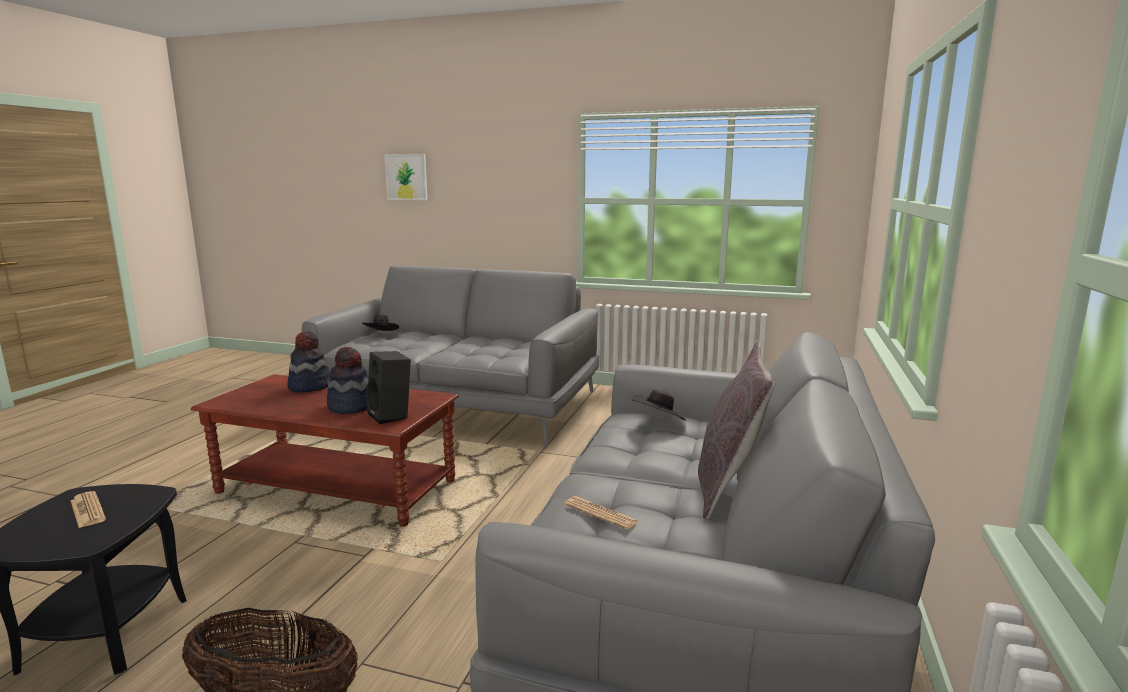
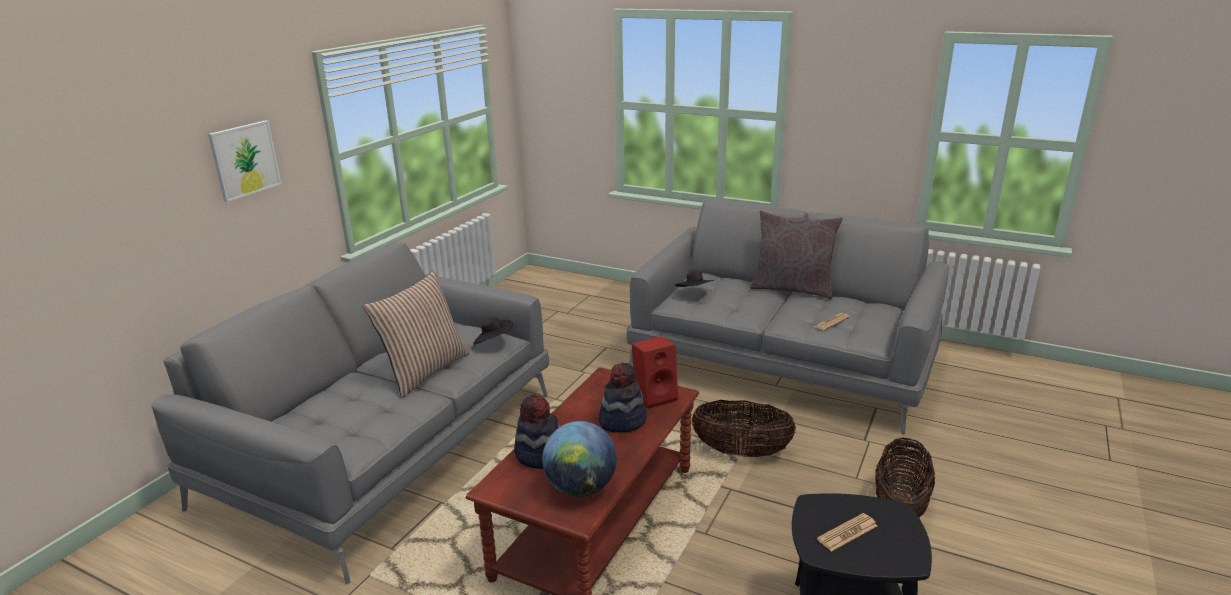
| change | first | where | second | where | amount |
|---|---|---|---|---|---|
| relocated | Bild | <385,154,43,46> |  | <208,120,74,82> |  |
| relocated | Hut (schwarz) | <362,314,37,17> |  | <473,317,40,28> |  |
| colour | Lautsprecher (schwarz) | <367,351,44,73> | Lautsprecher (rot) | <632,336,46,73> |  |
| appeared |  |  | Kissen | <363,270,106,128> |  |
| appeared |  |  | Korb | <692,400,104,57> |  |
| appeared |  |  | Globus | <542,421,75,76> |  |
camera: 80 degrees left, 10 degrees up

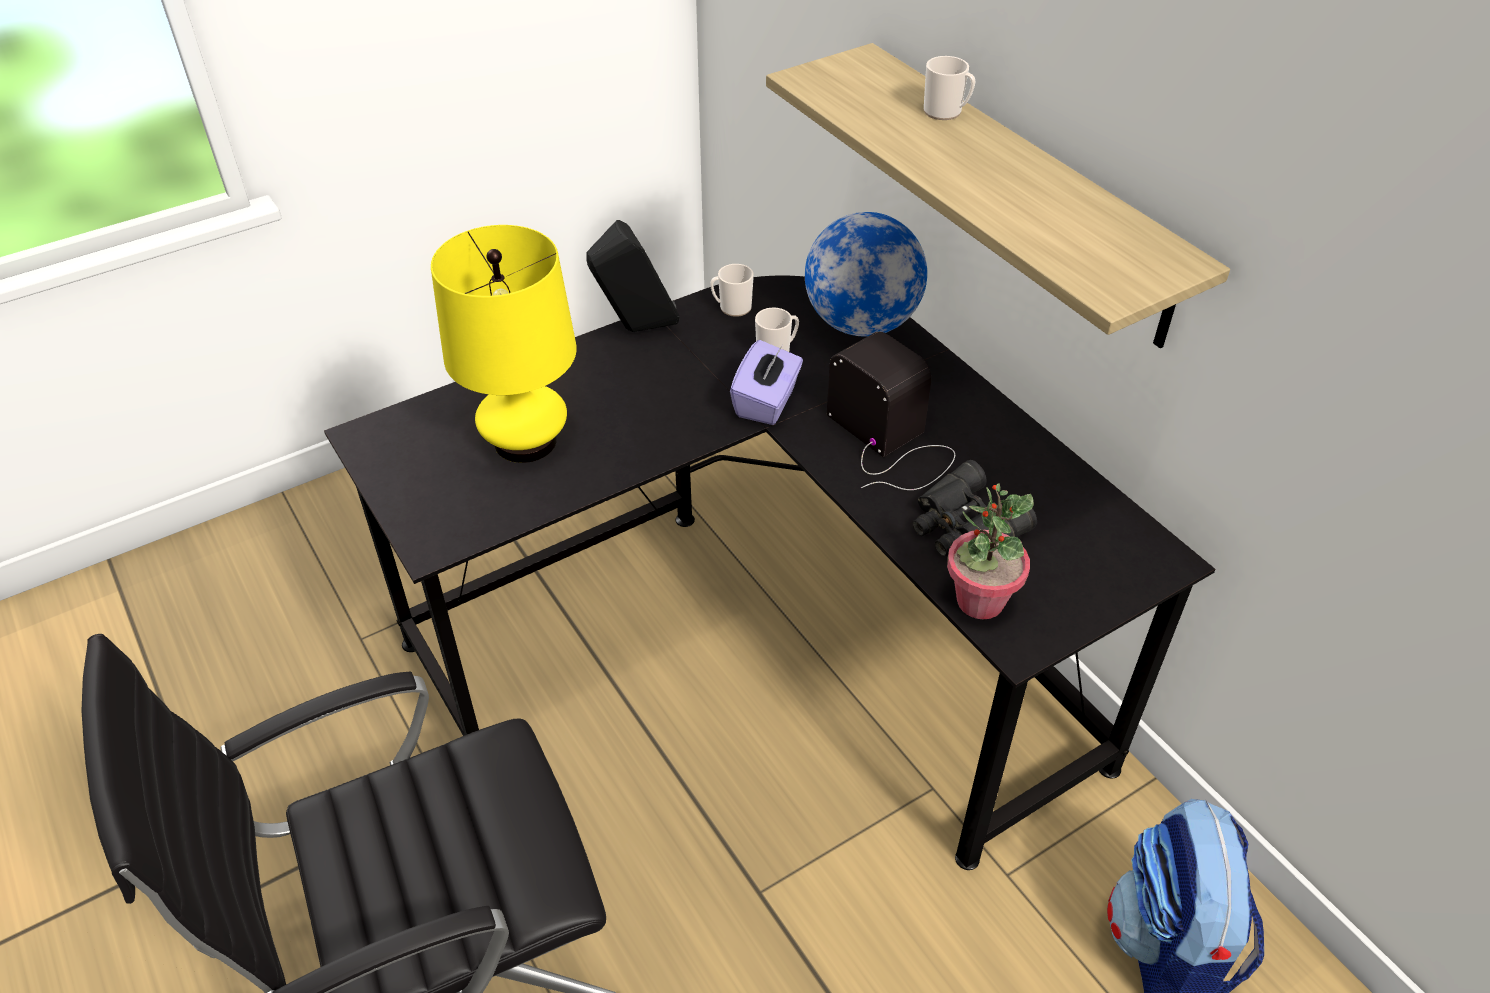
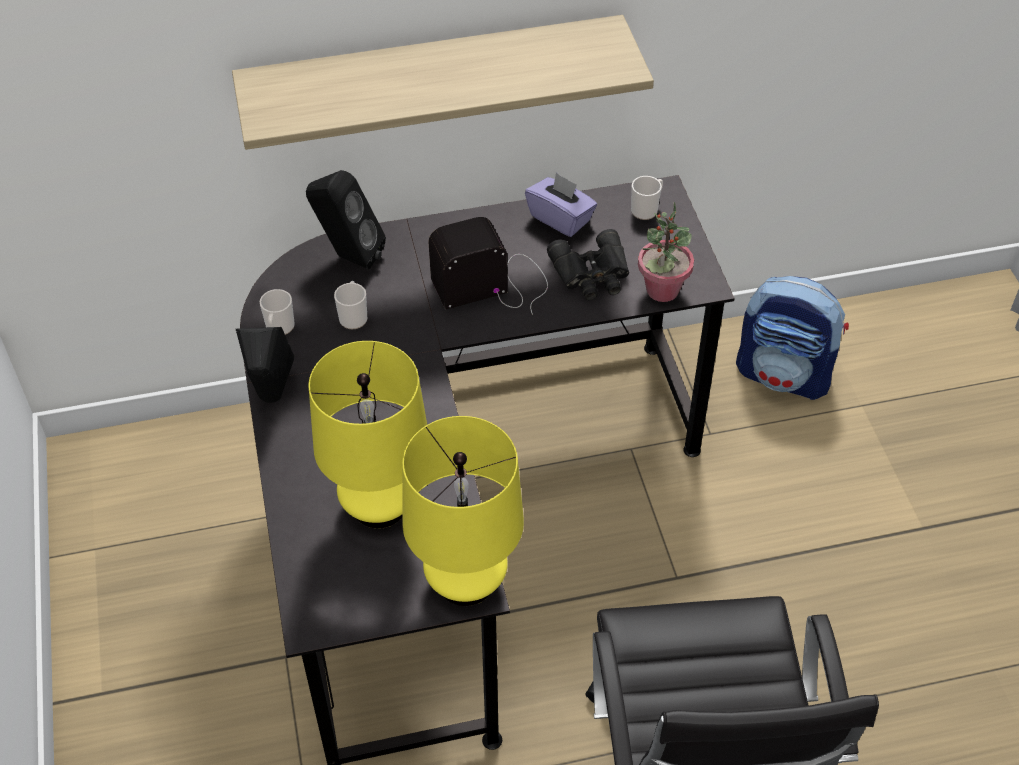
| change | first | where | second | where | amount |
|---|---|---|---|---|---|
| relocated | Henkelbecher | <924,56,51,64> |  | <631,176,32,44> |  |
| exchanged | Globus | <805,212,122,124> | Lautsprecher (schwarz) | <306,170,80,100> |  |
| relocated | Taschentuchbox (lila) | <730,340,73,85> |  | <525,172,72,65> |  |
| appeared |  |  | Tischlampe (gelb) | <402,416,122,190> |  |
camera: 70 degrees left, 5 degrees up

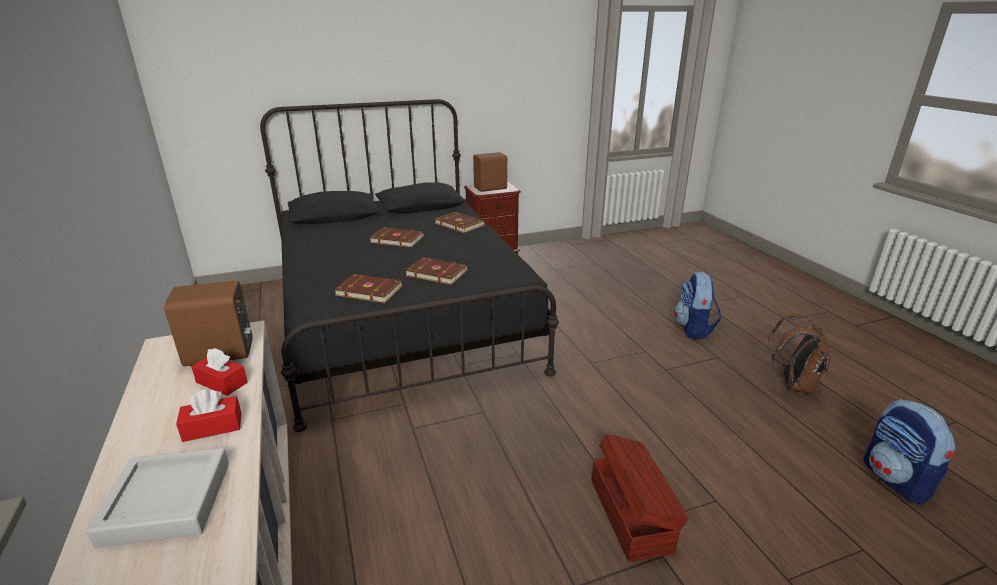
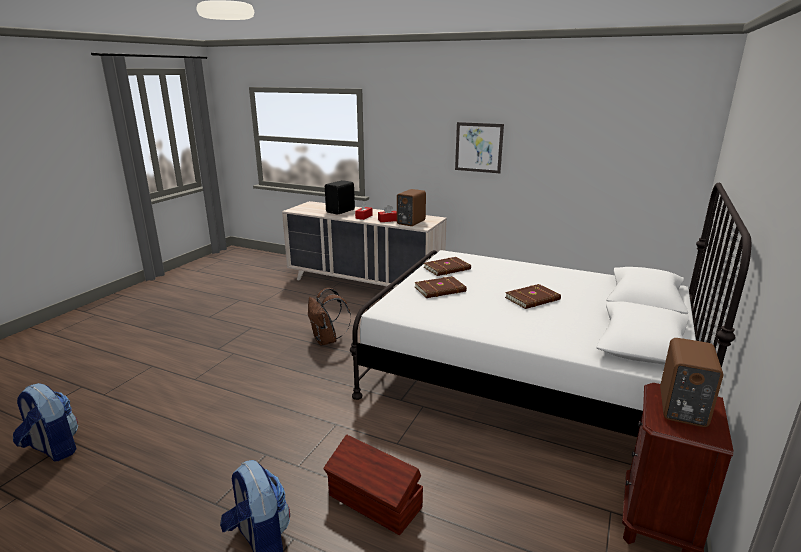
| change | first | where | second | where | amount |
|---|---|---|---|---|---|
| colour | Bett (schwarz) | <260,99,299,333> | Bett (weiß) | <350,183,401,254> |  |
| missing | Buch (braun) | <435,212,50,21> |  |  |  |
| relocated | Rucksack (braun) | <768,313,62,81> |  | <308,288,43,58> |  |
| relocated | Aufbewahrungsbox (braun) | <592,434,97,128> |  | <323,434,100,101> |  |
| exchanged | Tablett (grau) | <86,448,143,100> | Lautsprecher (schwarz) | <325,180,30,35> |  |
| appeared |  |  | Bild | <455,122,49,51> |  |
camera: 135 degrees right, 5 degrees down

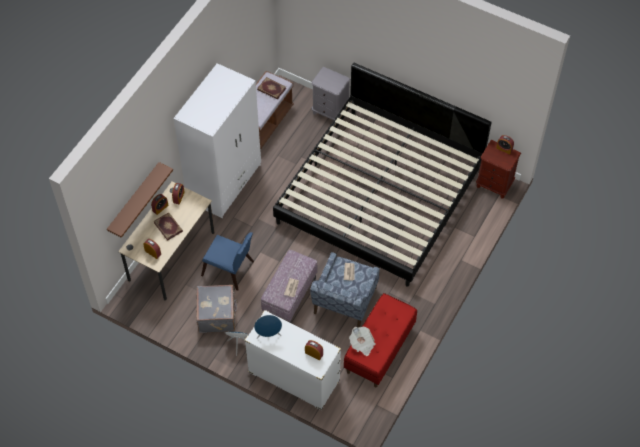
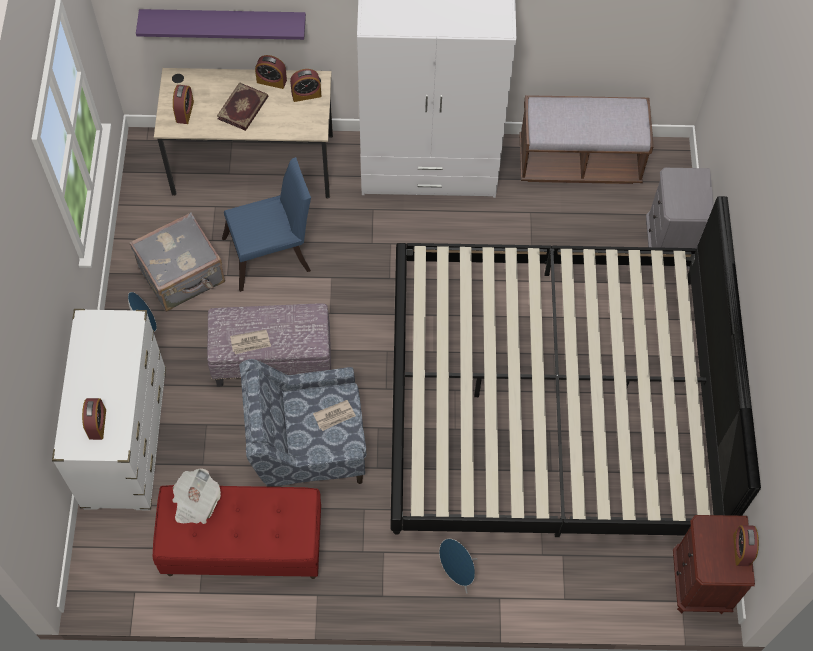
| change | first | where | second | where | amount |
|---|---|---|---|---|---|
| missing | Buch | <257,77,29,23> |  |  |  |
| colour | Wandregal (braun) | <107,162,66,76> | Wandregal (lila) | <136,9,170,31> |  |
| spun | Stuhl (blau) | <201,232,53,59> |  | <222,157,89,135> | 105 degrees counterclockwise |
| relocated | Lautsprecher (blau) | <254,315,28,24> |  | <439,539,38,55> |  |
camera: 60 degrees right, 5 degrees up

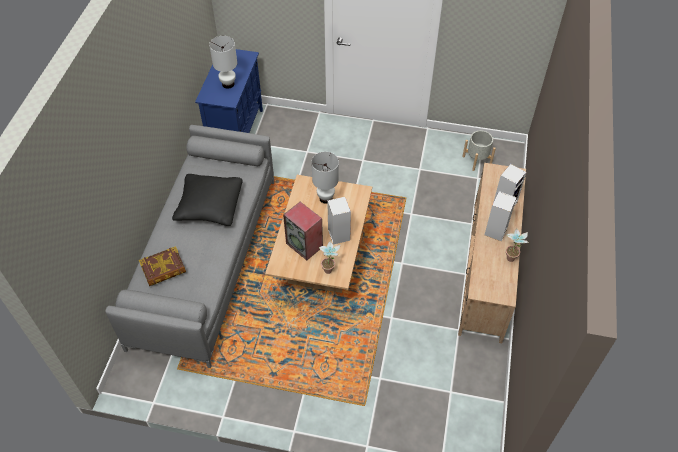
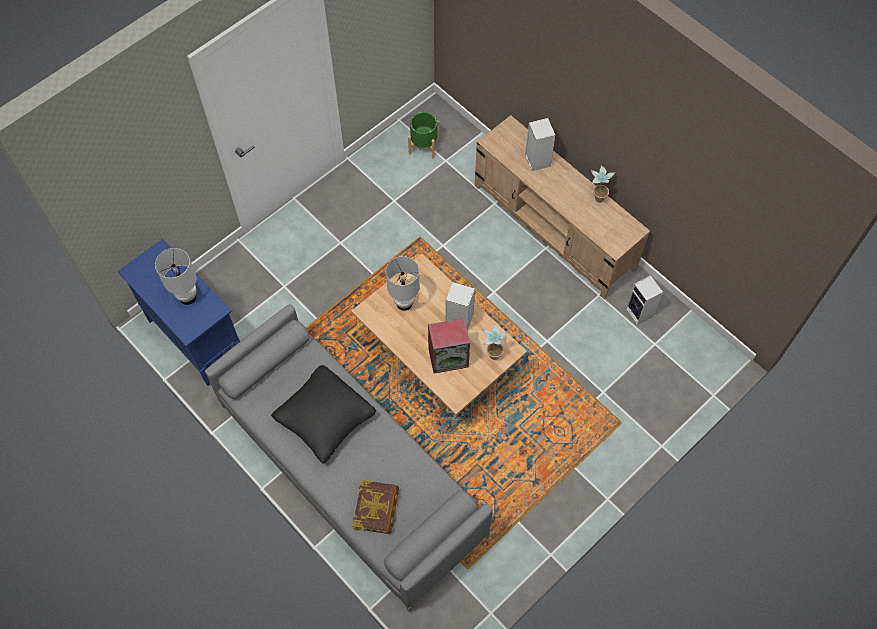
| change | first | where | second | where | amount |
|---|---|---|---|---|---|
| colour | Pflanzkübel (grau) | <462,130,34,41> | Pflanzkübel (grün) | <408,112,31,47> |  |
| relocated | Lautsprecher | <485,191,32,50> |  | <626,275,37,50> |  |
camera: 55 degrees left, 10 degrees up

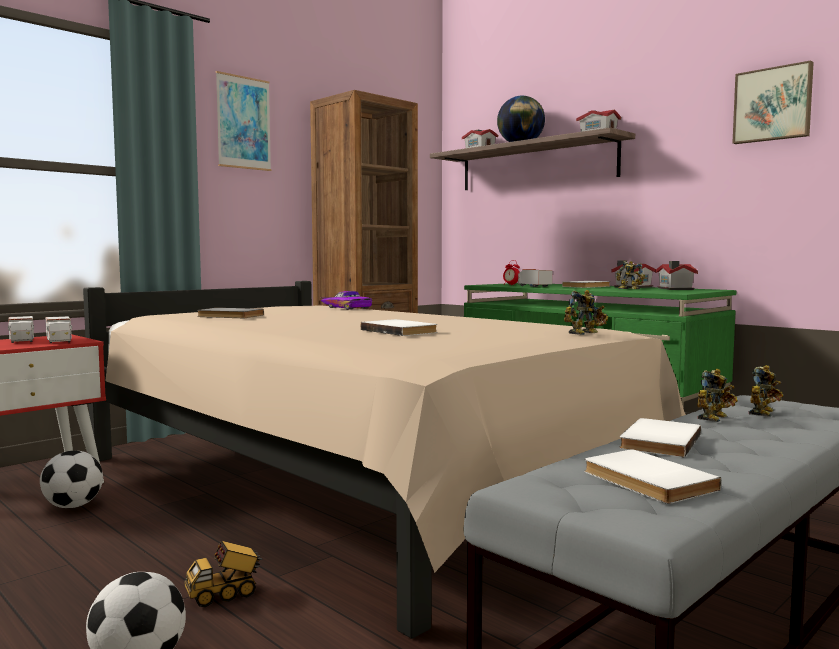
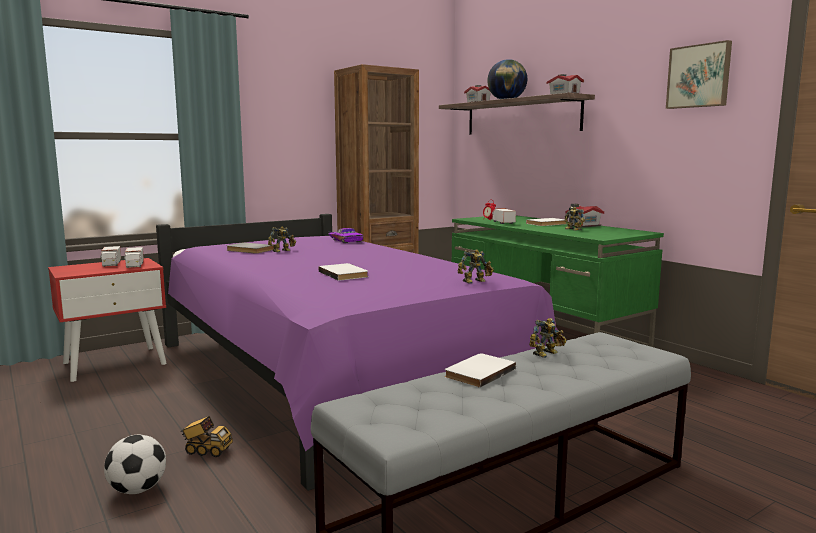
| change | first | where | second | where | amount |
|---|---|---|---|---|---|
| missing | Bild | <216,71,55,100> |  |  |  |
| missing | Spielzeughaus | <655,261,43,29> |  |  |  |
| colour | Bett (beige) | <83,281,603,358> | Bett (lila) | <156,214,406,277> |  |
| relocated | Spielzeugroboter | <749,365,34,52> |  | <268,226,28,27> |  |
| missing | Buch (weiß) | <584,449,137,55> |  |  |  |
| missing | Fußball | <40,451,63,57> |  |  |  |
| spun | Spielzeuglaster | <185,541,77,66> |  | <181,416,52,41> | 150 degrees counterclockwise |
camera: 10 degrees right, 5 degrees up

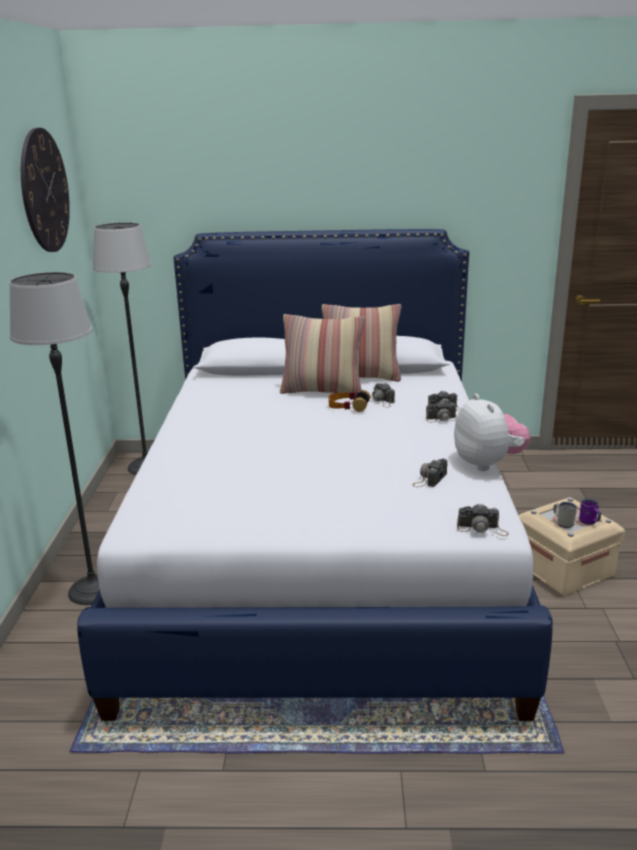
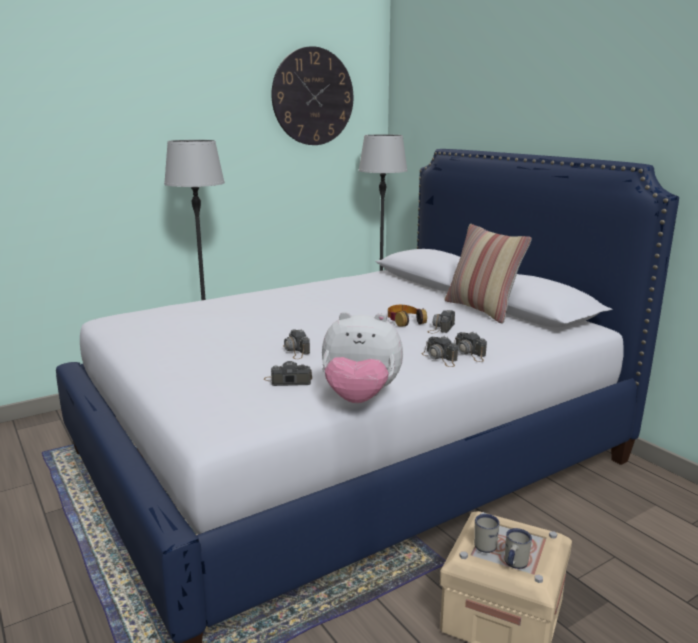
| change | first | where | second | where | amount |
|---|---|---|---|---|---|
| missing | Kissen | <280,314,85,83> |  |  |  |
| spun | Plüschtier | <454,394,76,77> |  | <322,311,81,92> | 60 degrees clockwise |
| colour | Henkelbecher (lila) | <579,499,22,26> | Henkelbecher (weiß) | <505,528,27,41> |  |
| relocated | Kamera | <457,504,52,32> |  | <283,329,27,30> |  |
camera: 55 degrees right, 5 degrees down

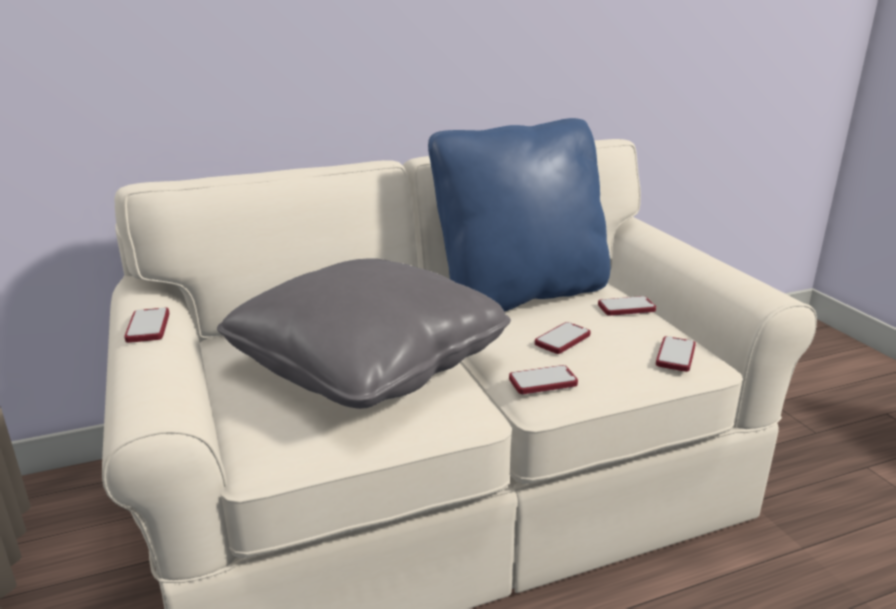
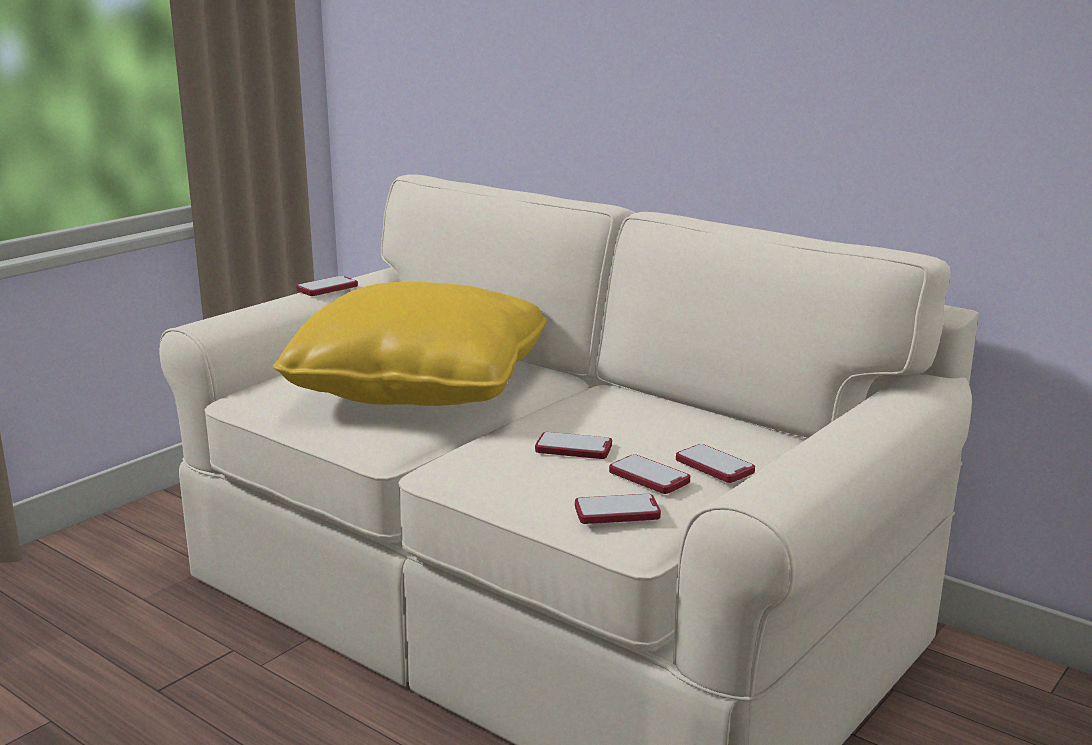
| change | first | where | second | where | amount |
|---|---|---|---|---|---|
| missing | Kissen (blau) | <428,118,182,194> |  |  |  |
| colour | Kissen (grau) | <217,258,294,151> | Kissen (gelb) | <273,282,274,124> |  |
| relocated | Handy | <509,365,69,29> |  | <609,454,81,40> |  |
camera: 60 degrees right, 5 degrees down

